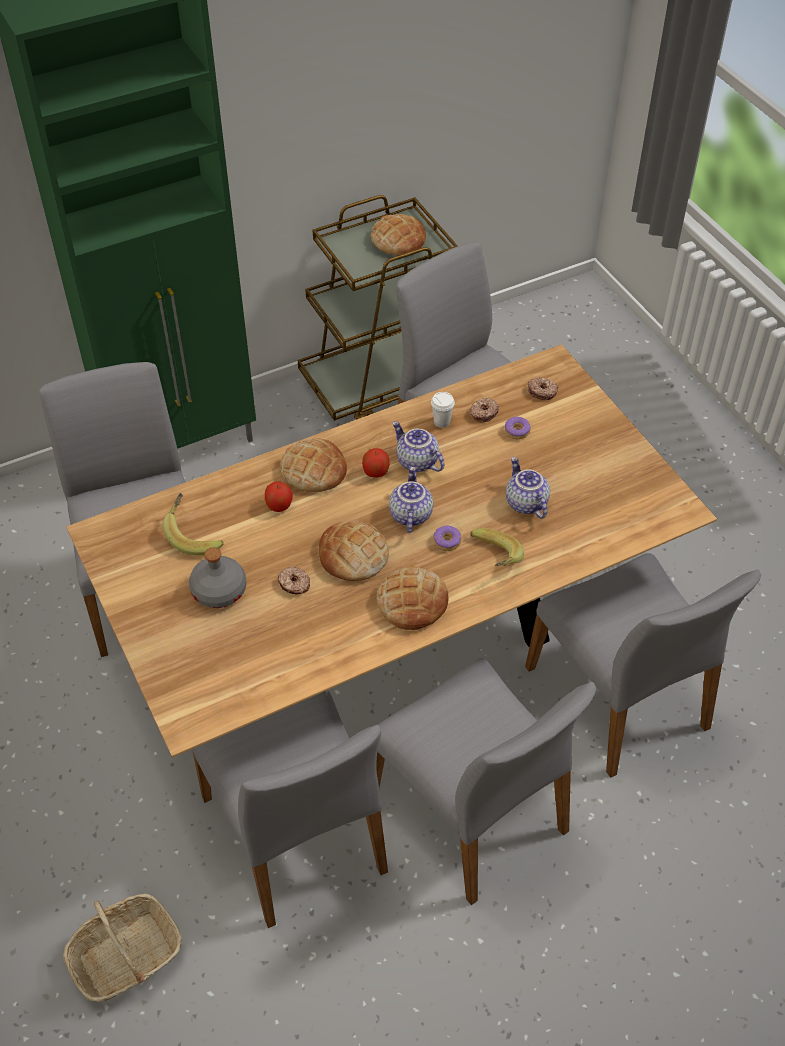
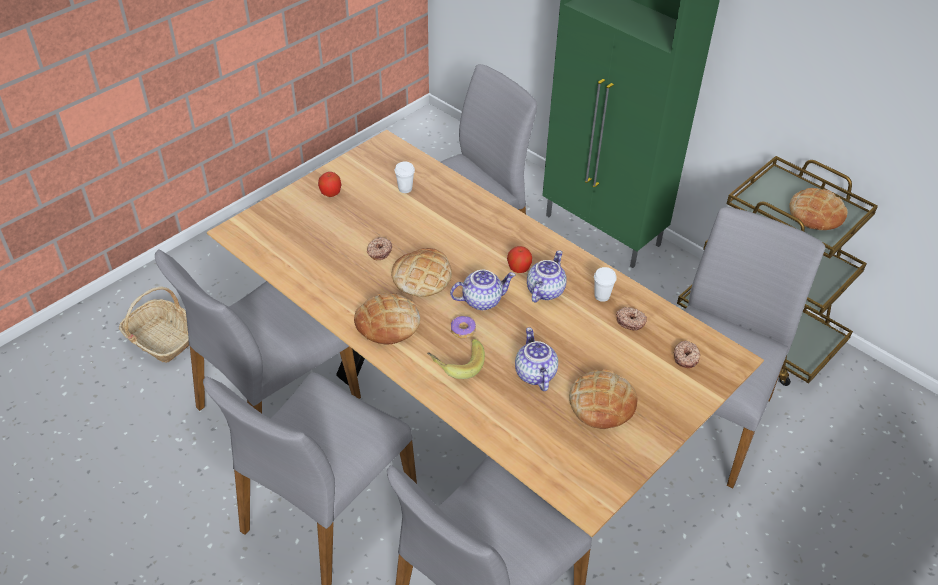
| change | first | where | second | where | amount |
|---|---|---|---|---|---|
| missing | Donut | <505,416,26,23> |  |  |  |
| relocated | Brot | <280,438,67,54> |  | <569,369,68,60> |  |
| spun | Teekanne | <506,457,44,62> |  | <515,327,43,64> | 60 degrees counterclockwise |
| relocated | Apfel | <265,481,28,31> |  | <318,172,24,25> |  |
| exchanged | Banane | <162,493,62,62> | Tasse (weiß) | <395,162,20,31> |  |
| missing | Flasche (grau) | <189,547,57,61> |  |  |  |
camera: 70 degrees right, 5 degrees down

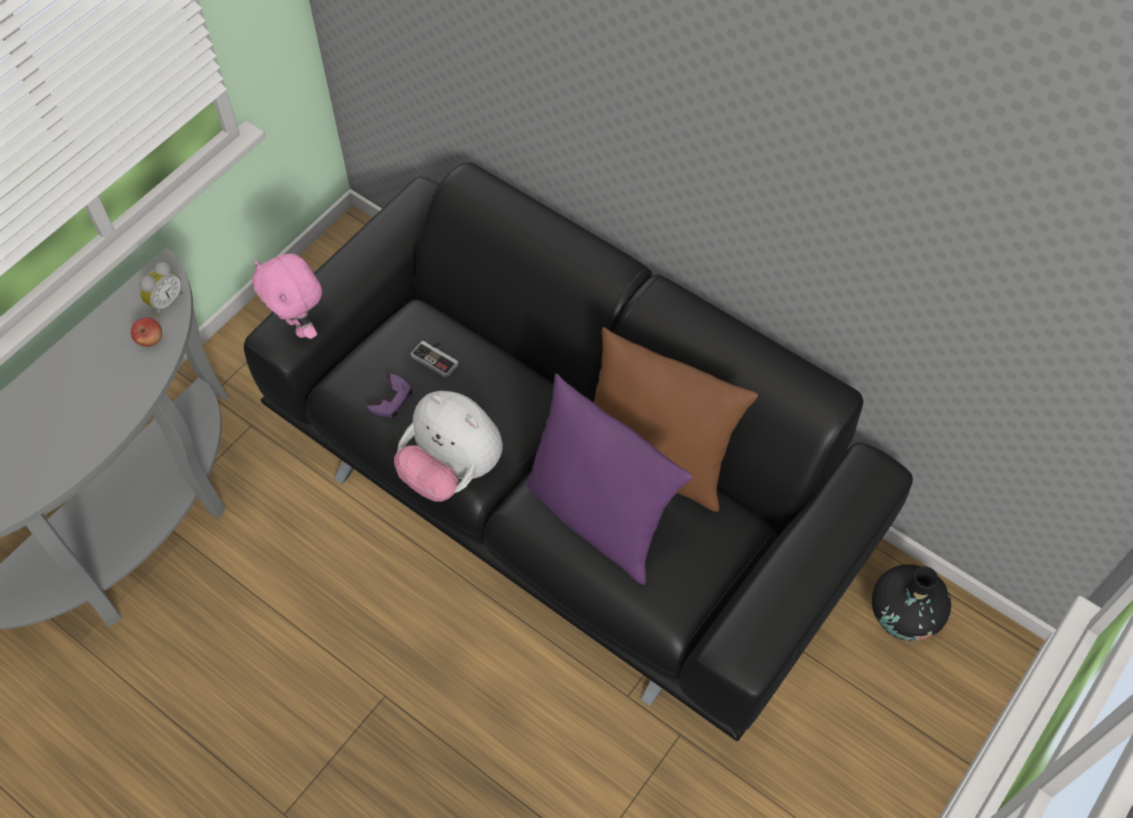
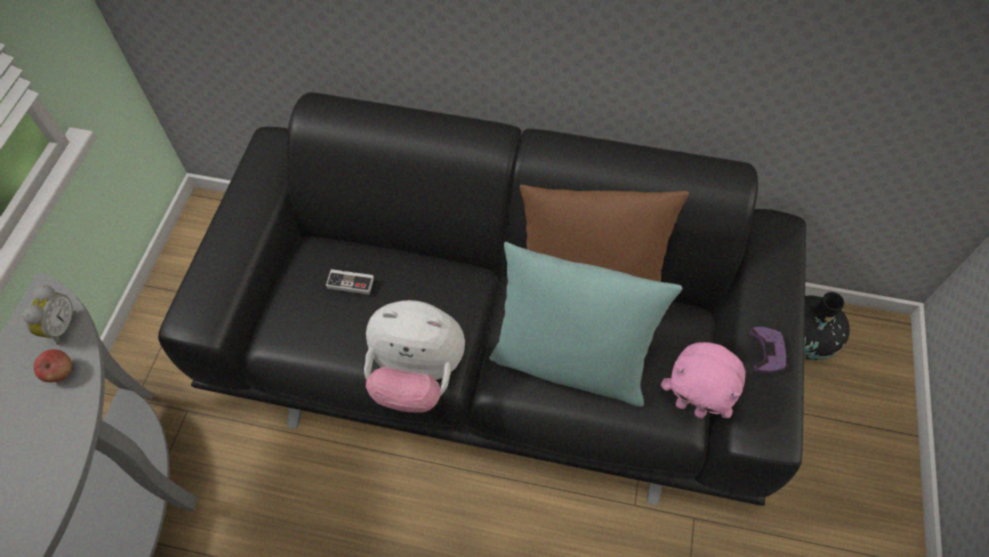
| change | first | where | second | where | amount |
|---|---|---|---|---|---|
| relocated | Plüschtier (rosa) | <252,254,70,85> |  | <661,342,84,76> |  |
| relocated | Gamepad (lila) | <367,374,45,44> |  | <749,327,39,47> |  |
| colour | Kissen (lila) | <525,374,167,211> | Kissen (türkis) | <489,242,194,165> |  |
camera: 25 degrees left, 0 degrees up

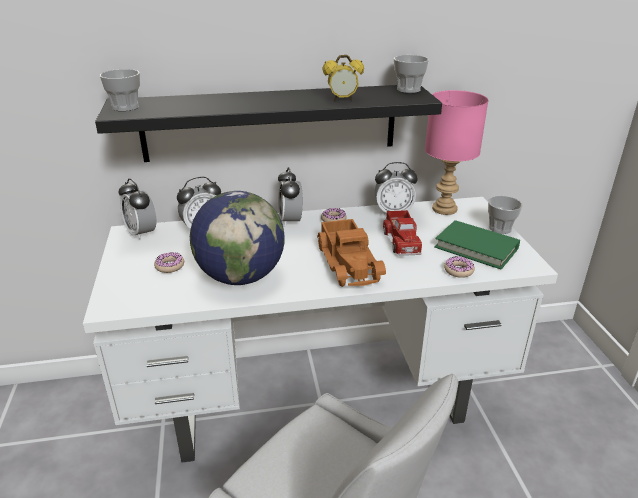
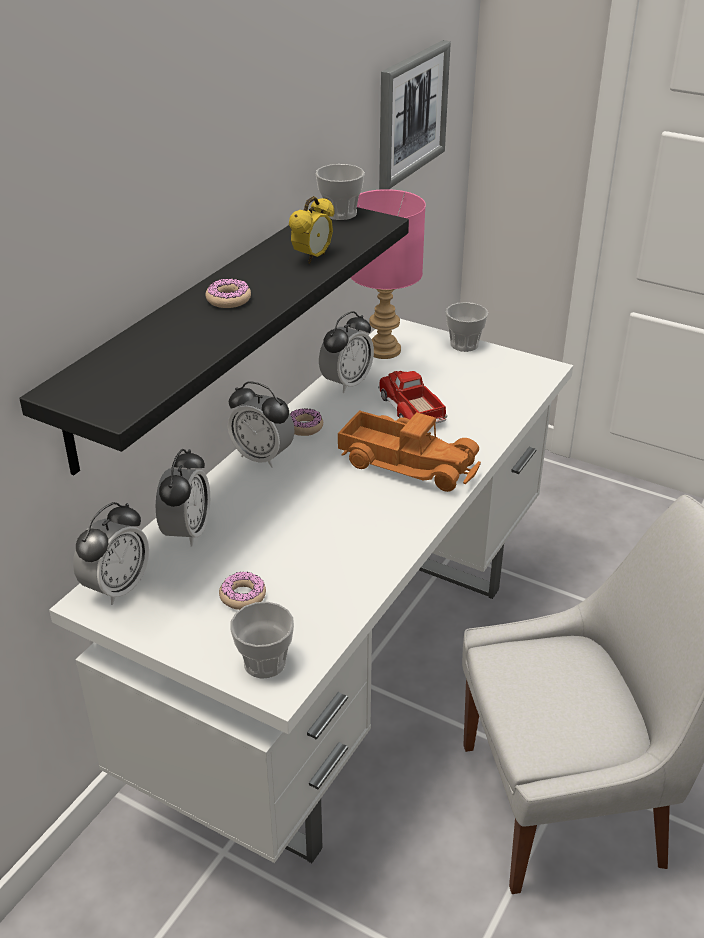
| change | first | where | second | where | amount |
|---|---|---|---|---|---|
| relocated | Tasse | <100,69,40,42> |  | <230,602,64,77> |  |
| spun | Wecker | <119,179,37,61> |  | <73,502,76,103> | 60 degrees counterclockwise |
| missing | Globus | <190,191,95,94> |  |  |  |
| spun | Spielzeuglaster | <383,210,39,46> |  | <378,371,69,53> | 150 degrees counterclockwise |
| missing | Buch (grün) | <434,220,86,50> |  |  |  |
| relocated | Donut | <444,257,31,21> |  | <205,279,46,29> |  |
| appeared |  |  | Bild | <379,40,72,149> |  |
camera: 50 degrees left, 5 degrees up

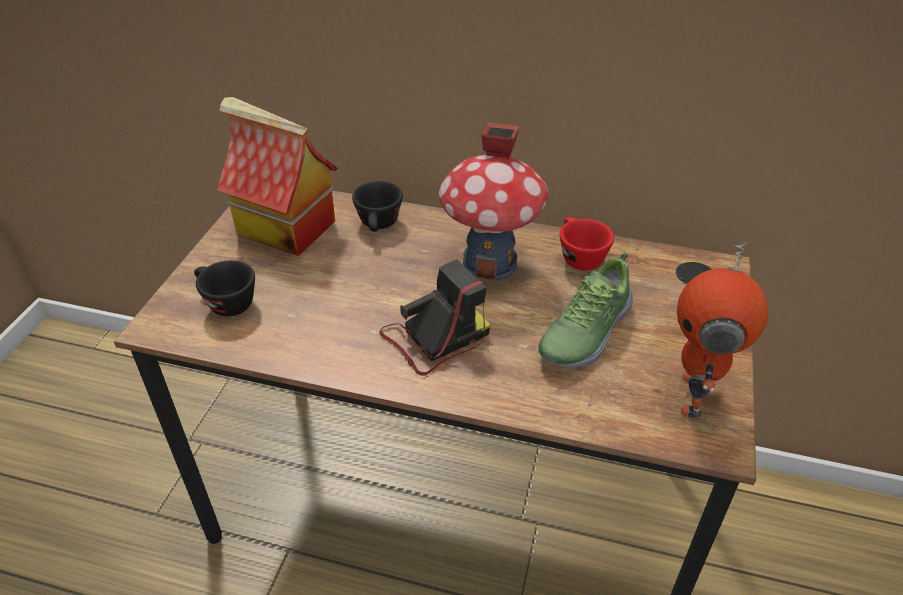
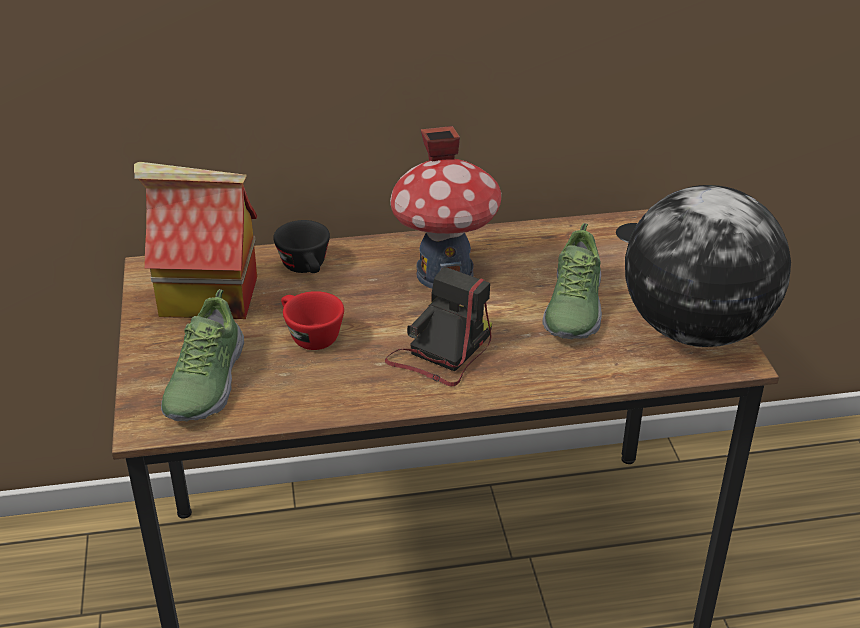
| change | first | where | second | where | amount |
|---|---|---|---|---|---|
| relocated | Tasse (rot) | <560,217,54,53> |  | <281,291,63,59> |  |
| exchanged | Spielzeugroboter | <677,242,91,176> | Globus | <625,185,166,162> |  |
| exchanged | Tasse (schwarz) | <194,260,61,56> | Schuh | <161,289,83,132> |  |
camera: 25 degrees left, 5 degrees down

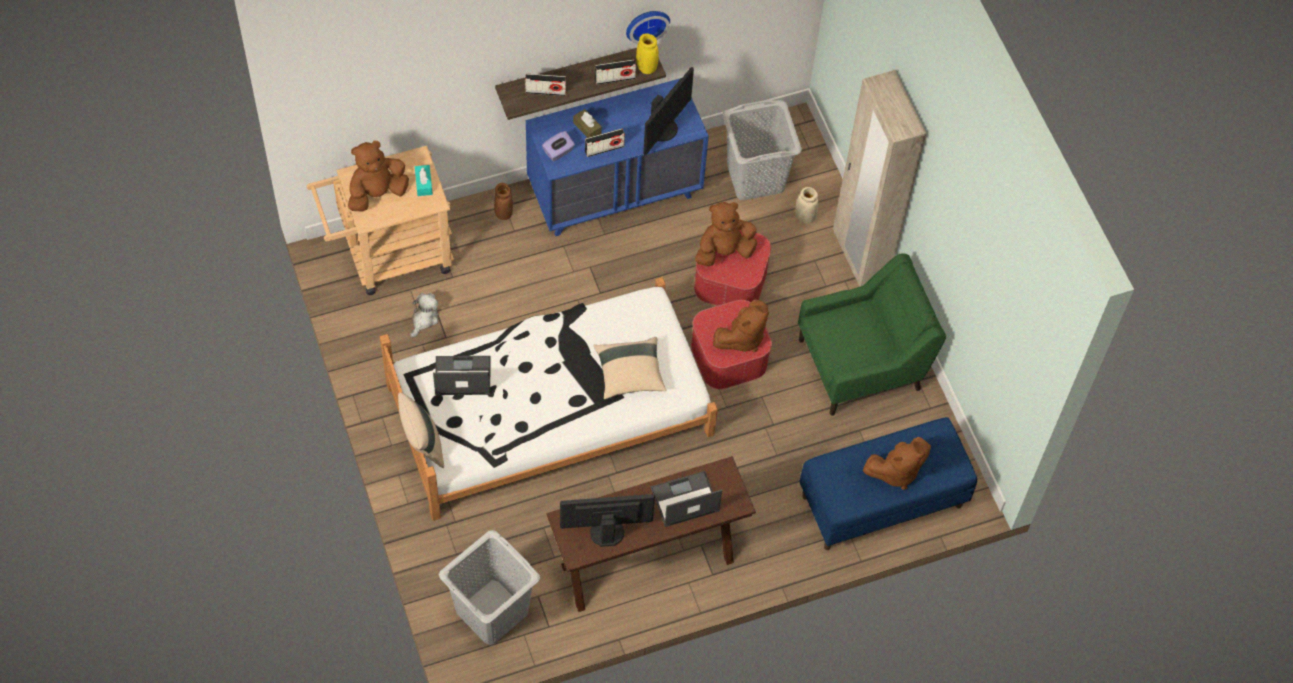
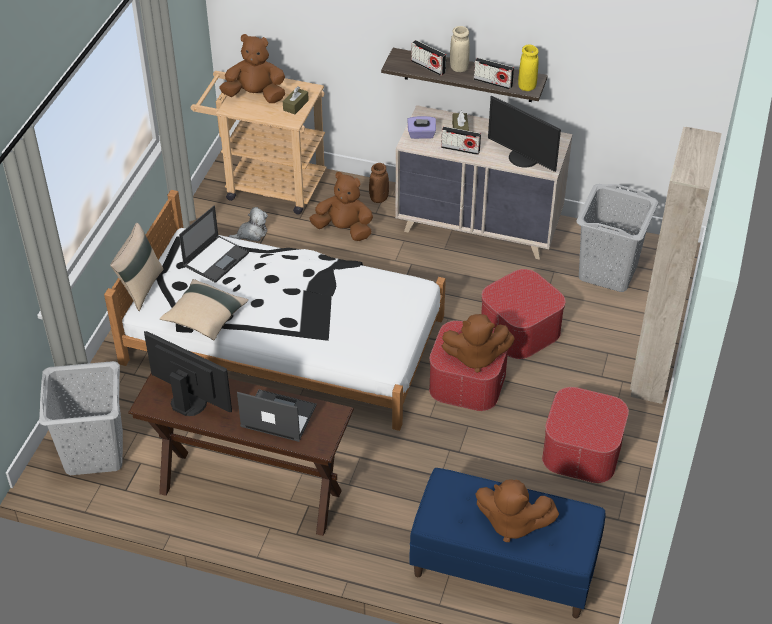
| change | first | where | second | where | amount |
|---|---|---|---|---|---|
| missing | Wanduhr | <626,11,44,33> |  |  |  |
| spun | Monitor | <643,67,51,88> |  | <488,96,73,76> | 60 degrees clockwise |
| colour | Kommode (blau) | <526,79,183,157> | Kommode (beige) | <395,105,178,155> |  |
| colour | Taschentuchbox (türkis) | <415,165,18,31> | Taschentuchbox (braun) | <283,86,26,28> |  |
| relocated | Vase (beige) | <795,187,23,37> |  | <450,26,20,46> |  |
| relocated | Plüschtier (braun) | <695,202,62,64> |  | <309,172,64,69> |  |
| exchanged | Sessel (grün) | <798,253,148,163> | Polsterhocker | <542,387,87,96> |  |
| relocated | Kissen (beige) | <593,337,73,62> |  | <160,279,88,61> |  |
| spun | Laptop | <433,356,58,39> |  | <179,205,70,78> | 90 degrees clockwise |
camera: 40 degrees right, 15 degrees down

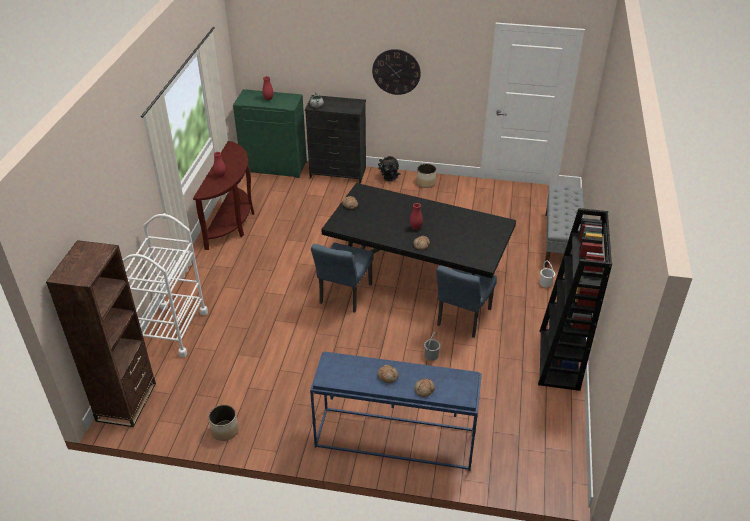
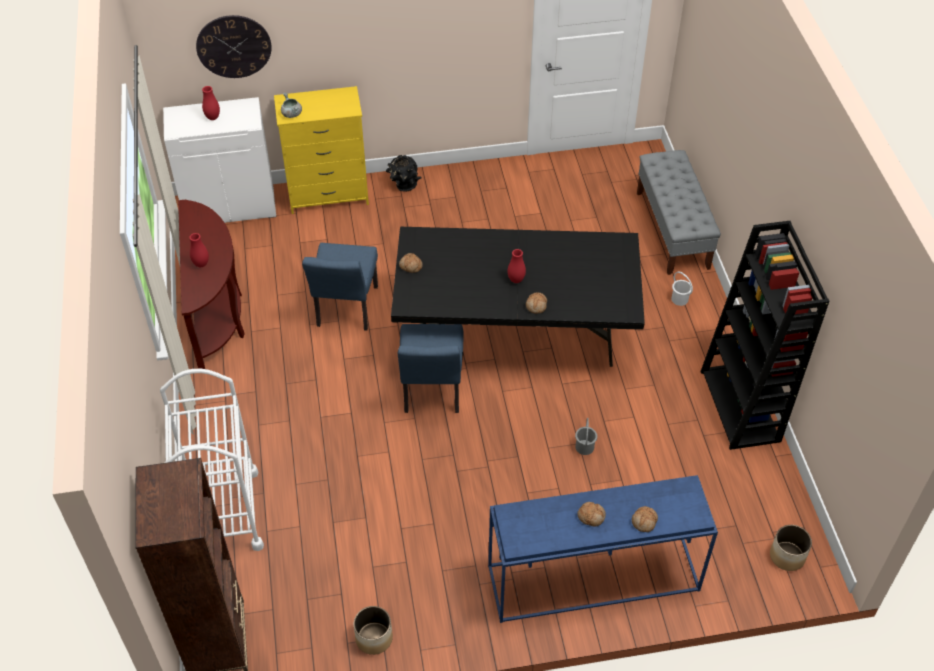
| change | first | where | second | where | amount |
|---|---|---|---|---|---|
| relocated | Wanduhr | <372,49,49,46> |  | <196,15,76,63> |  |
| colour | Schrank (grün) | <233,89,74,89> | Schrank (weiß) | <163,97,114,126> |  |
| colour | Kommode (schwarz) | <305,95,61,89> | Kommode (gelb) | <274,86,95,128> |  |
| relocated | Pflanzkübel | <417,164,19,24> |  | <770,525,42,46> |  |
| relocated | Stuhl (blau) | <436,265,61,73> |  | <302,243,76,88> |  |
camera: 20 degrees left, 10 degrees up

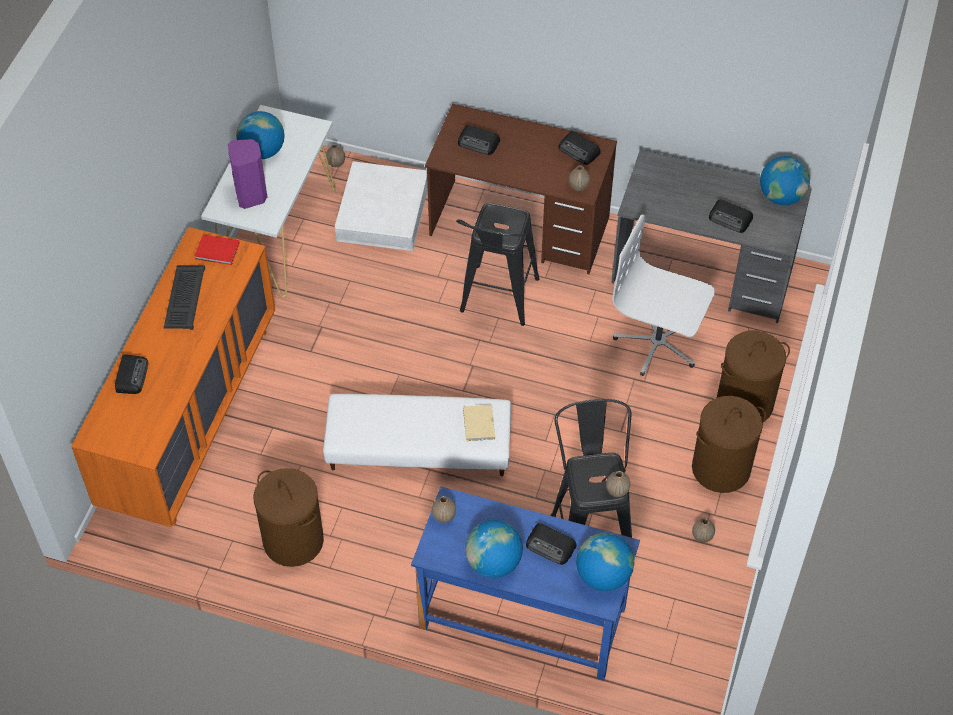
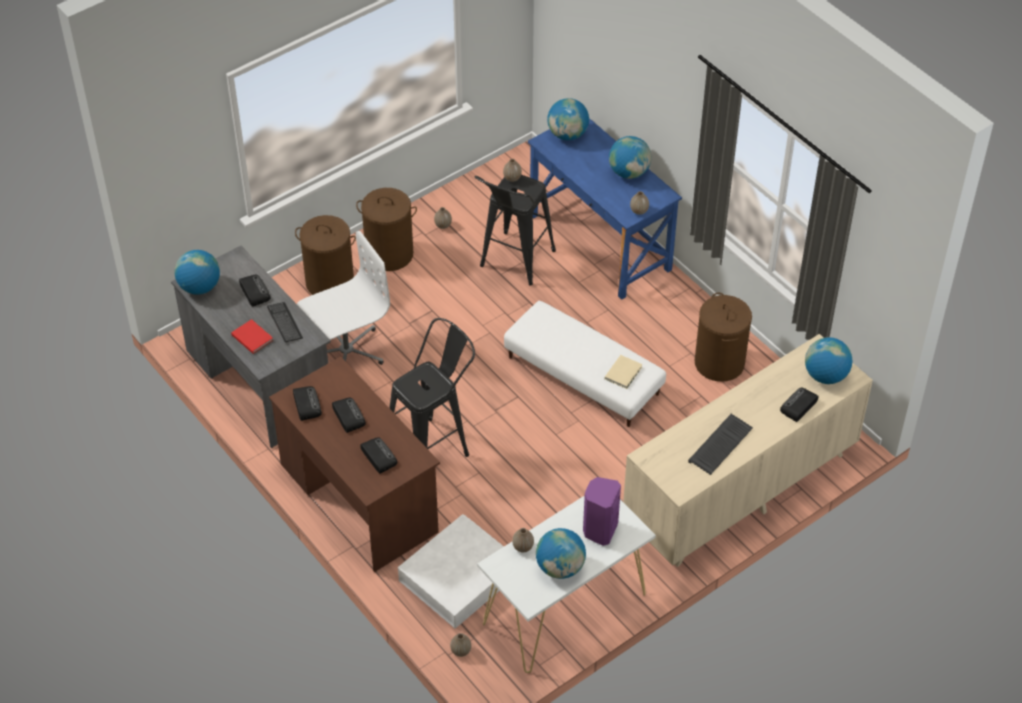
| change | first | where | second | where | amount |
|---|---|---|---|---|---|
| relocated | Vase | <569,165,21,26> |  | <512,528,22,24> |  |
| spun | Bürostuhl (weiß) | <612,214,103,162> |  | <297,231,93,134> | 90 degrees counterclockwise |
| colour | Kommode (orange) | <71,227,204,300> | Kommode (beige) | <623,334,250,233> |  |
| relocated | Buch (rot) | <195,235,45,30> |  | <231,319,42,35> |  |
| relocated | Buch (beige) | <463,405,32,36> |  | <605,355,38,34> |  |
| relocated | Radio | <526,523,51,42> |  | <332,398,34,35> |  |
| appeared |  |  | Tastatur | <267,302,36,40> |  |
| appeared |  |  | Globus | <805,337,48,47> |  |
camera: 145 degrees left, 5 degrees down

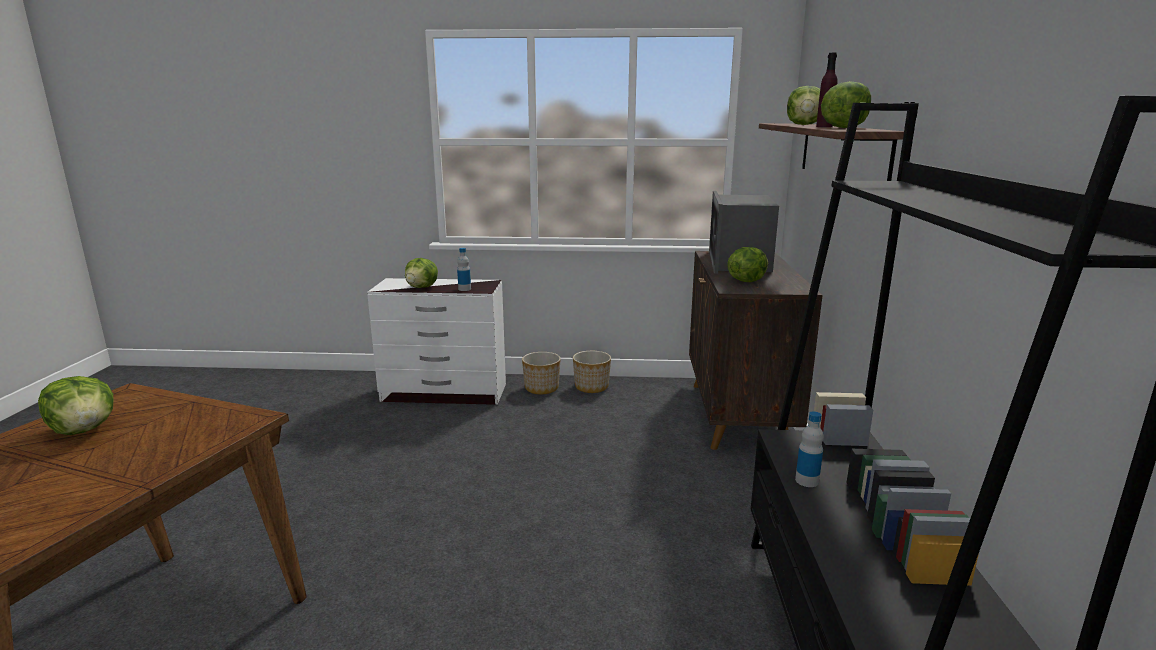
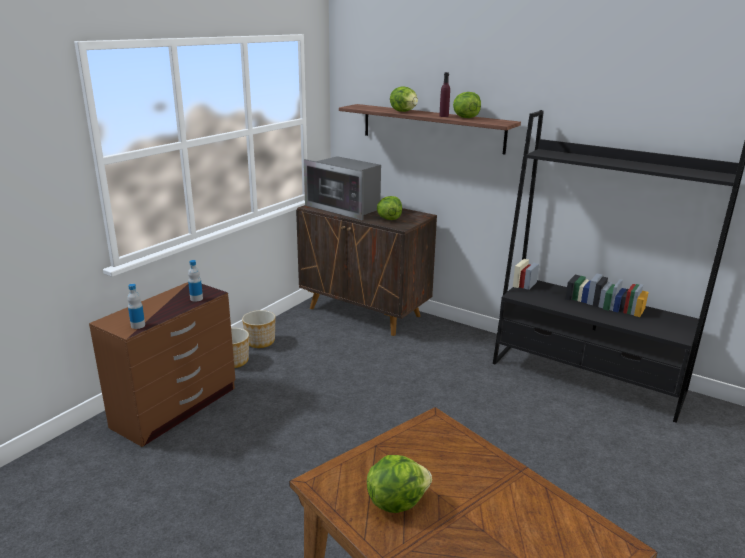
| change | first | where | second | where | amount |
|---|---|---|---|---|---|
| missing | Salatkopf | <405,258,33,30> |  |  |  |
| colour | Kommode (weiß) | <367,278,139,127> | Kommode (braun) | <89,282,146,165> |  |
| relocated | Flasche | <795,411,29,76> |  | <127,284,18,45> |  |
camera: 60 degrees left, 5 degrees up

